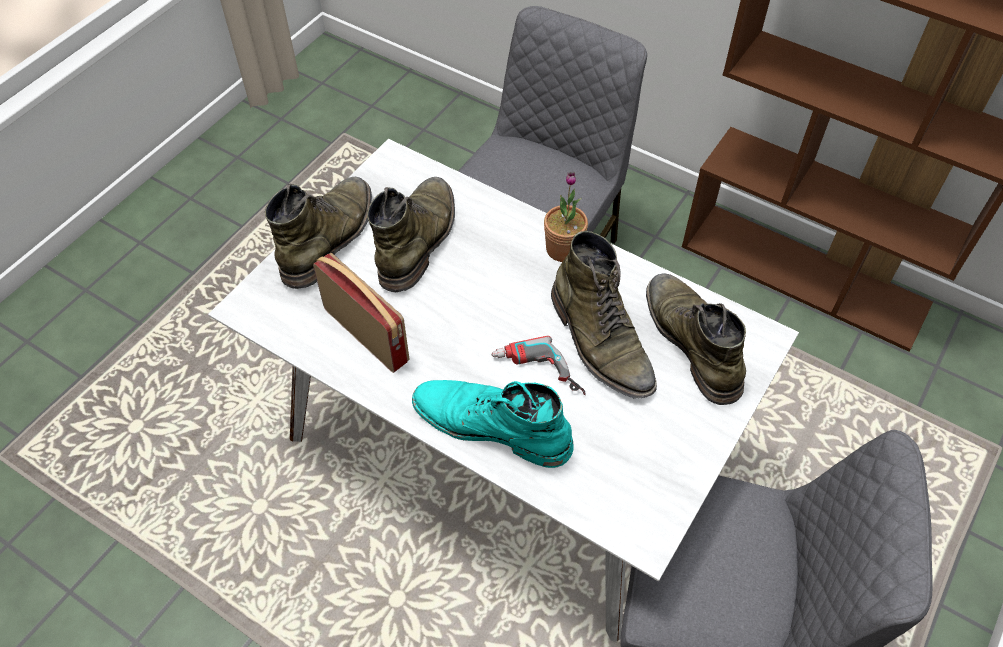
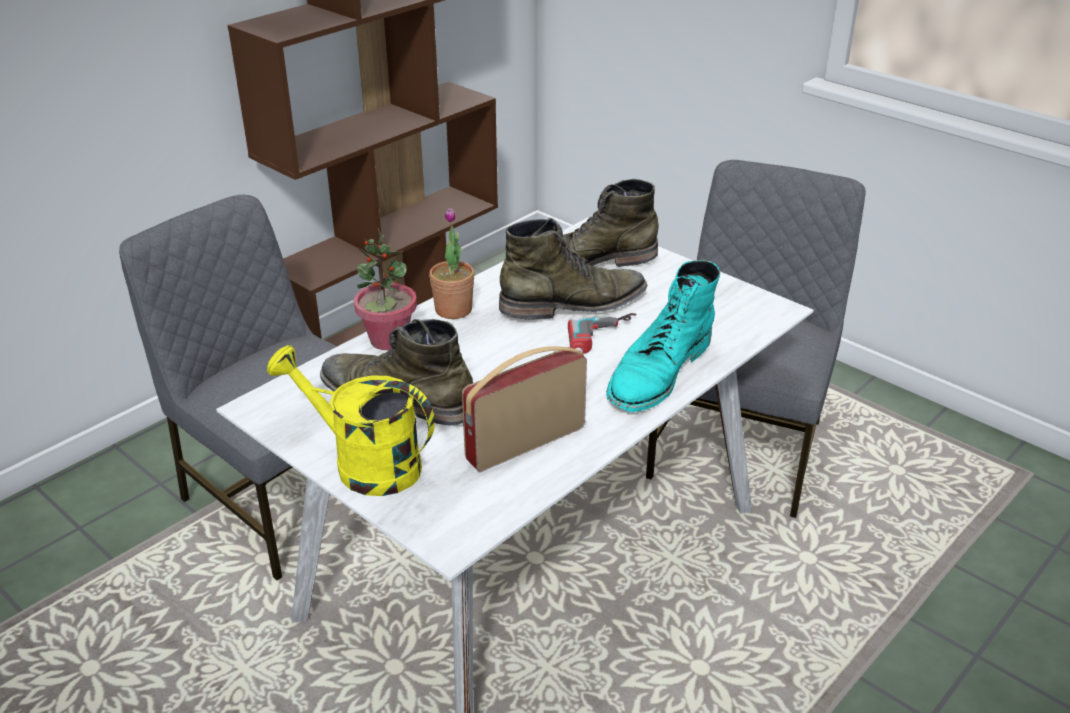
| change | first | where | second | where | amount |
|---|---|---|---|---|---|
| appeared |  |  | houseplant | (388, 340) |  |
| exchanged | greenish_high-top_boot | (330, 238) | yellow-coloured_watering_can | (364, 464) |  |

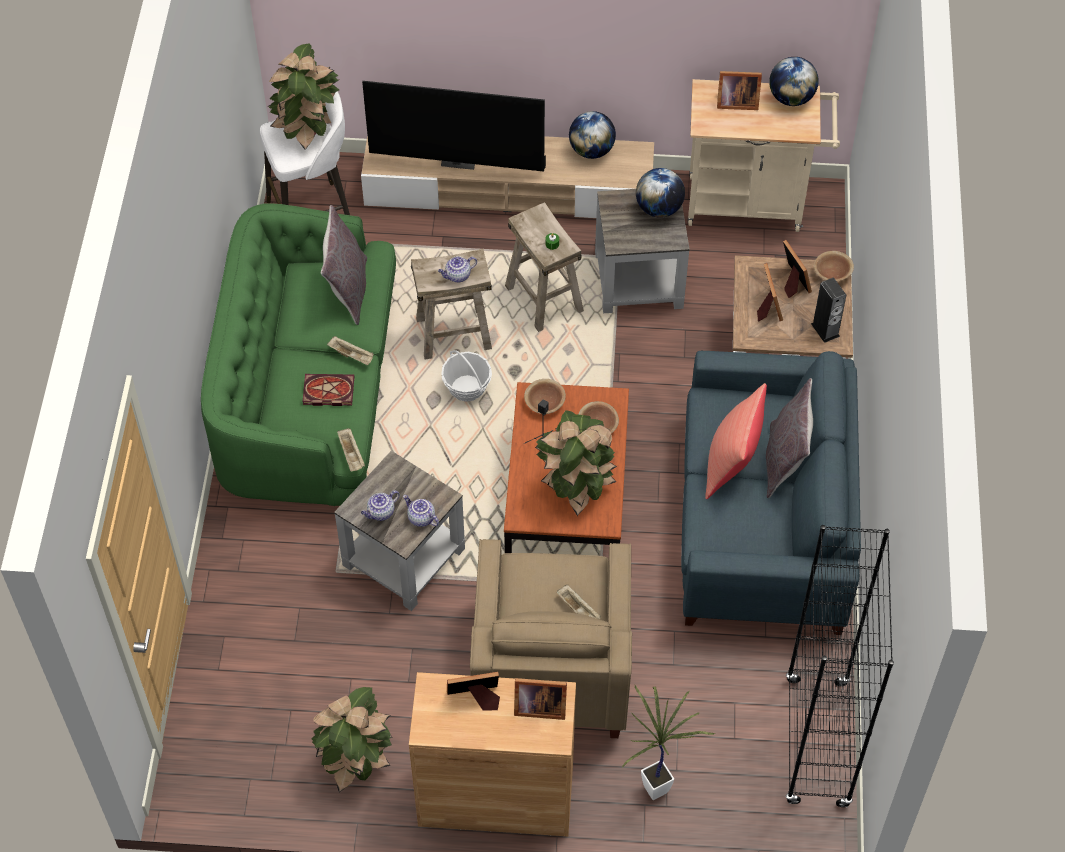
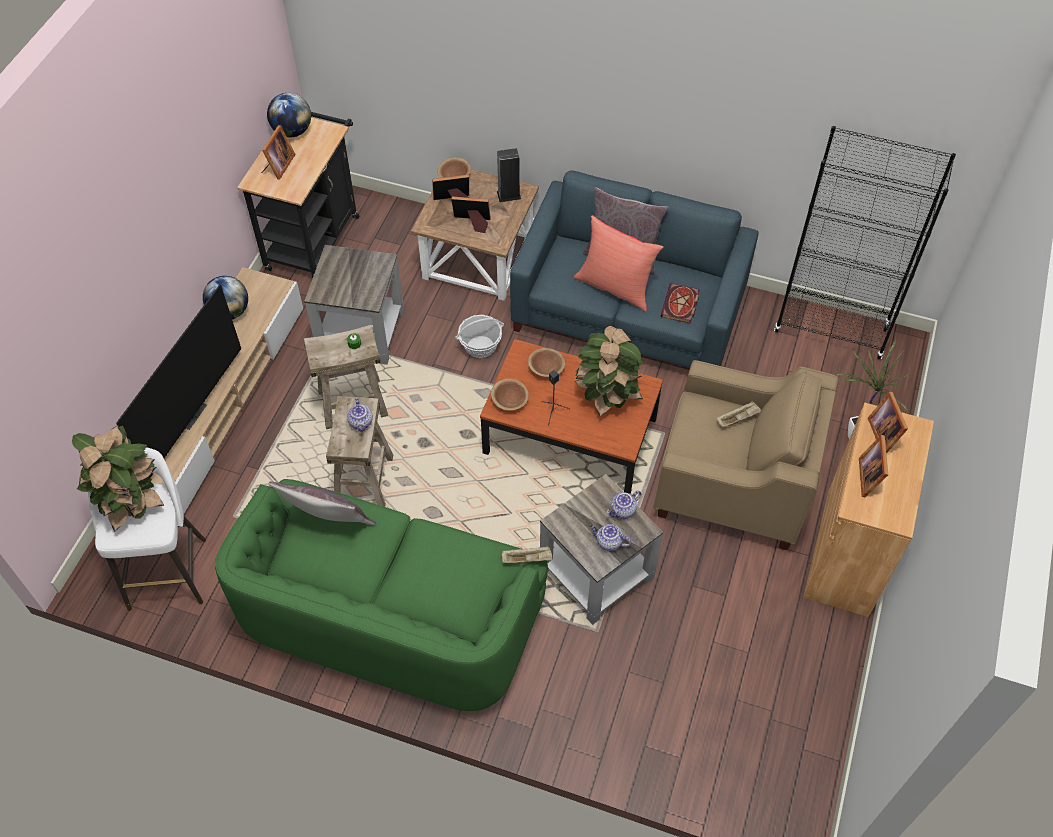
| change | first | where | second | where | amount |
|---|---|---|---|---|---|
| missing | houseplant | (356, 763) |  |  |  |
| missing | beige_serving_tray | (352, 355) |  |  |  |
| missing | desk_globe | (659, 208) |  |  |  |
| relocated | book | (327, 392) |  | (680, 306) |  |
| relocated | household_basket | (467, 388) |  | (480, 347) |  |
| colour | beige_wheeled_cart | (752, 203) | black_wheeled_cart | (315, 238) |  |
| spun | teapot | (380, 513) |  | (608, 542) | 135 degrees clockwise |
| spun | standing_frame | (538, 706) |  | (884, 433) | 150 degrees clockwise |

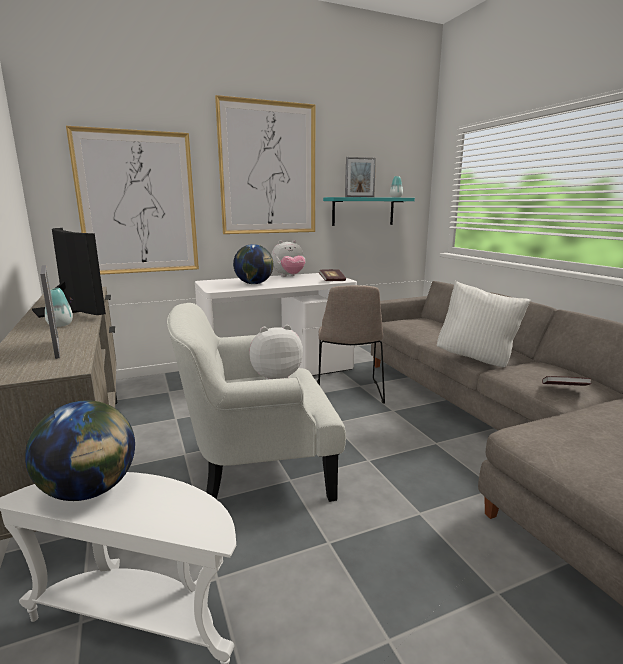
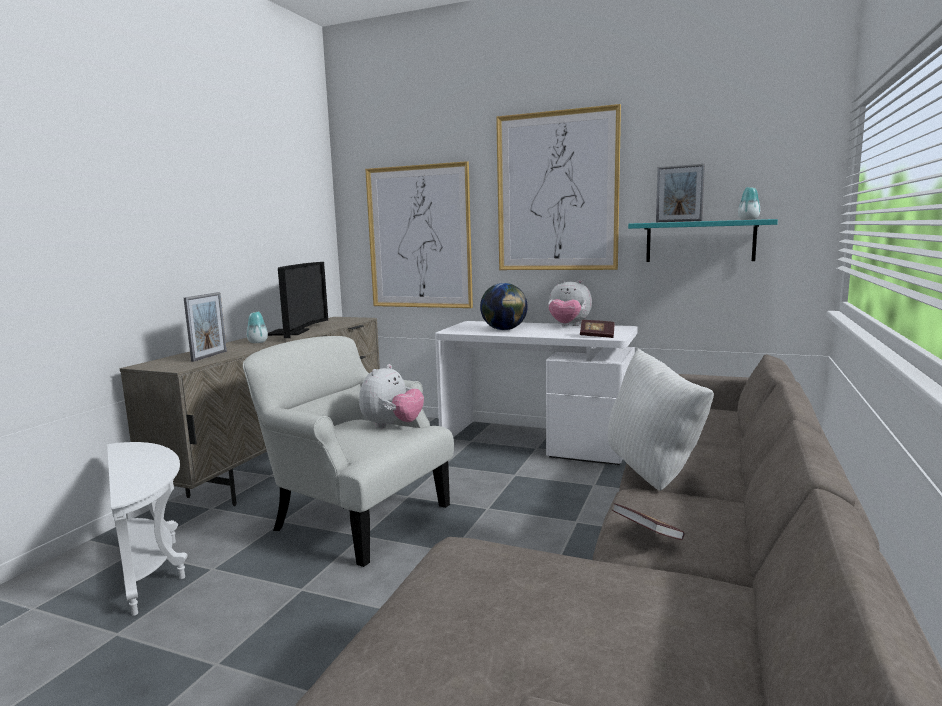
| change | first | where | second | where | amount |
|---|---|---|---|---|---|
| missing | desk_globe | (90, 490) |  |  |  |
| missing | beige_upright_chair | (348, 393) |  |  |  |
| spun | cuddly_toy | (275, 377) |  | (392, 426) | 90 degrees clockwise |

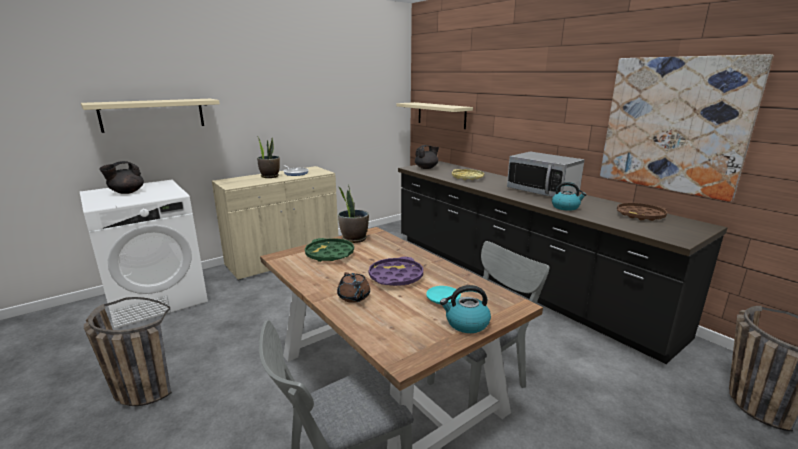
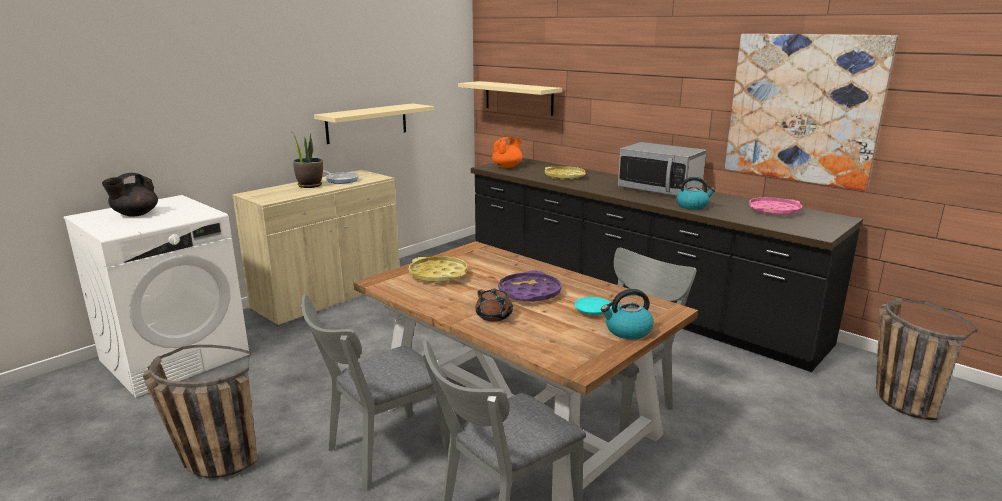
| change | first | where | second | where | amount |
|---|---|---|---|---|---|
| missing | houseplant | (354, 239) |  |  |  |
| appeared |  |  | greyish_upright_chair | (380, 452) |  |
| relocated | beige_wall_shelf | (153, 114) |  | (367, 123) |  |
| colour | greenish_serving_tray | (329, 254) | yellow-coloured_serving_tray | (438, 275) |  |
| colour | black_teapot | (426, 168) | orange-coloured_teapot | (507, 167) |  |
| colour | brownish_serving_tray | (640, 215) | pink-coloured_serving_tray | (774, 211) |  |

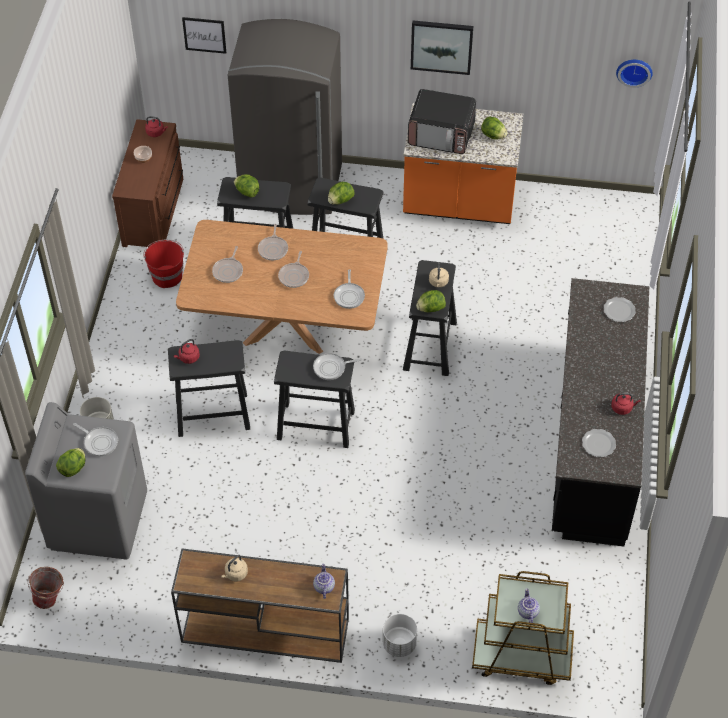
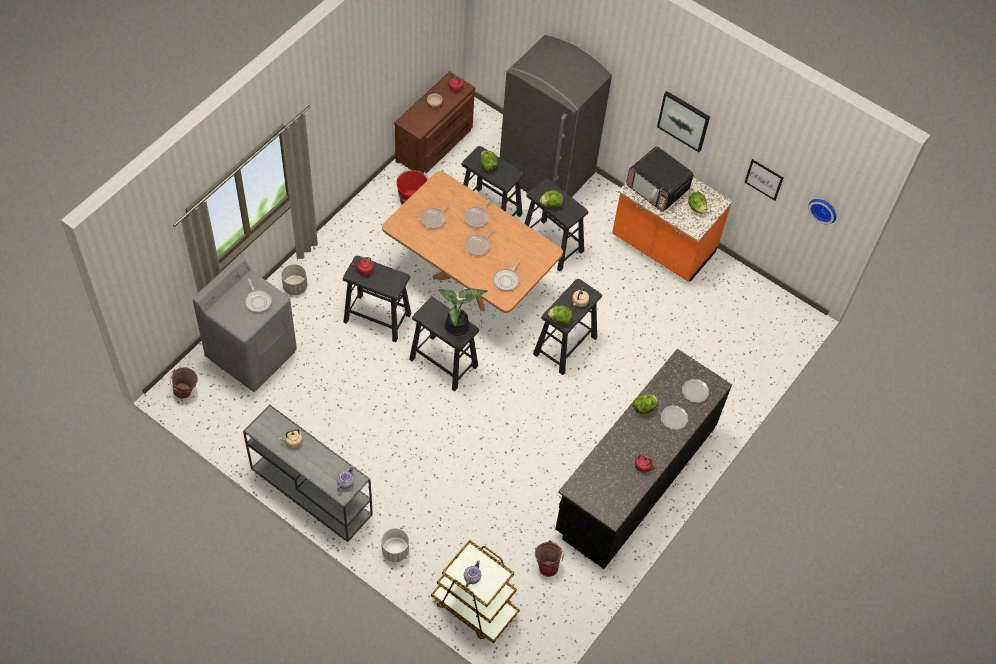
| change | first | where | second | where | amount |
|---|---|---|---|---|---|
| appeared |  |  | bucket | (547, 564) |  |
| relocated | lettuce | (73, 468) |  | (644, 408) |  |
| relocated | wall_picture | (204, 35) |  | (764, 179) |  |
| relocated | dinner_plate | (599, 444) |  | (674, 418) |  |
| exchanged | frying_pan | (331, 368) | houseplant | (458, 328) |  |
| colour | brownish_narrow_table | (263, 631) | greyish_narrow_table | (310, 491) |  |

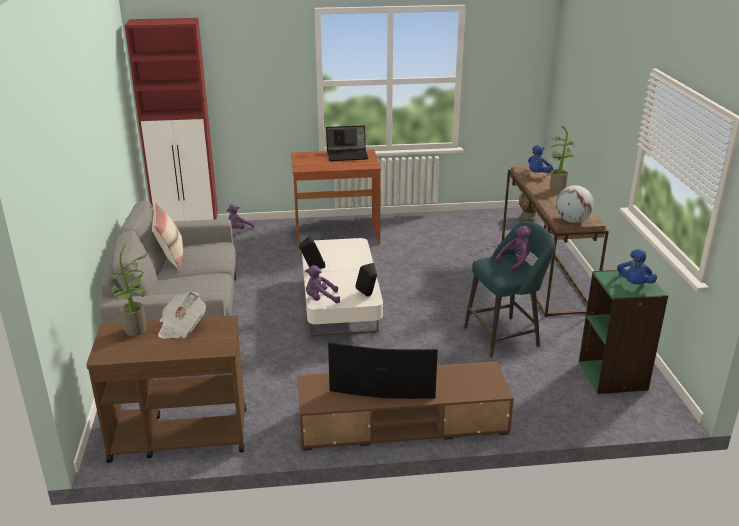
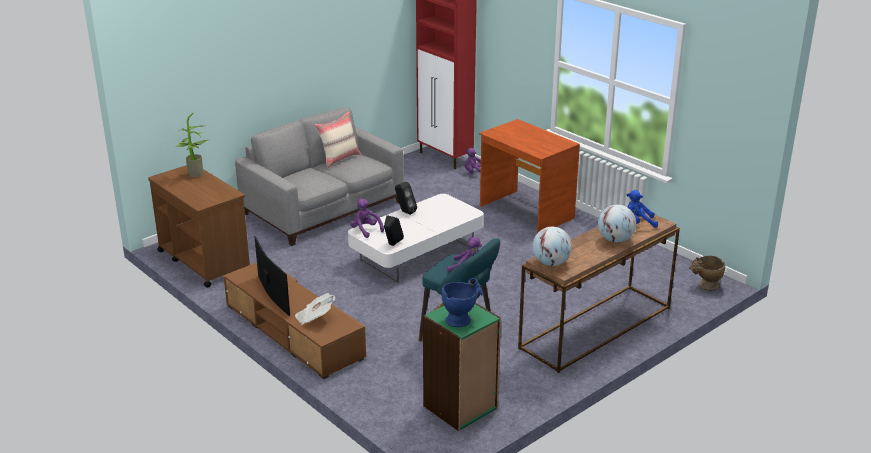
| change | first | where | second | where | amount |
|---|---|---|---|---|---|
| missing | portable_computer | (348, 155) |  |  |  |
| relocated | daily_paper | (181, 327) |  | (315, 318) |  |
| exchanged | houseplant | (556, 189) | desk_globe | (615, 240) |  |
| exchanged | bluish_cuddly_toy | (634, 284) | bluish_flower_vase | (461, 319) |  |

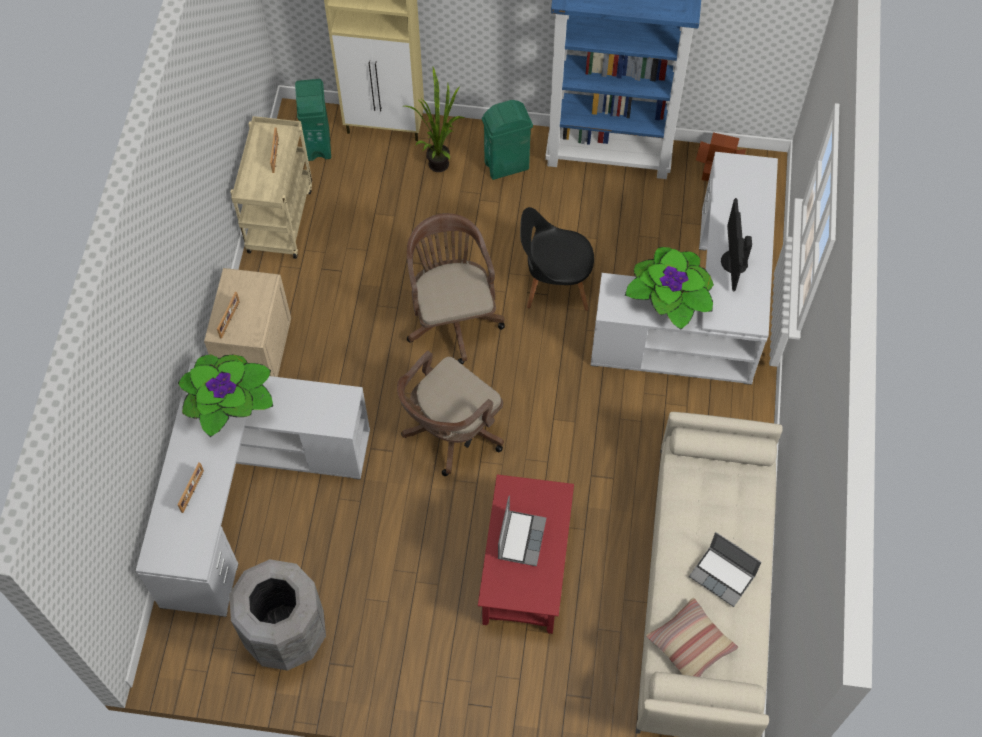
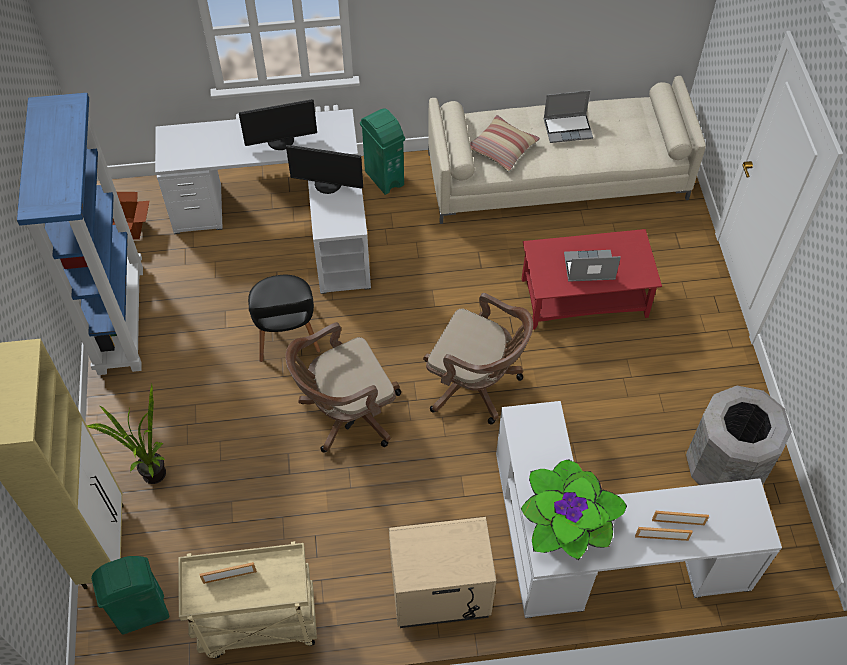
| change | first | where | second | where | amount |
|---|---|---|---|---|---|
| relocated | standing_frame | (230, 319) |  | (661, 537) |  |
| relocated | greenish_waste_bin | (507, 166) |  | (384, 178) |  |
| relocated | cushion | (690, 645) |  | (502, 148) |  |
| exchanged | houseplant | (669, 297) | monitor | (327, 184) |  |
| spun | portable_computer | (723, 576) |  | (568, 128) | 60 degrees clockwise |

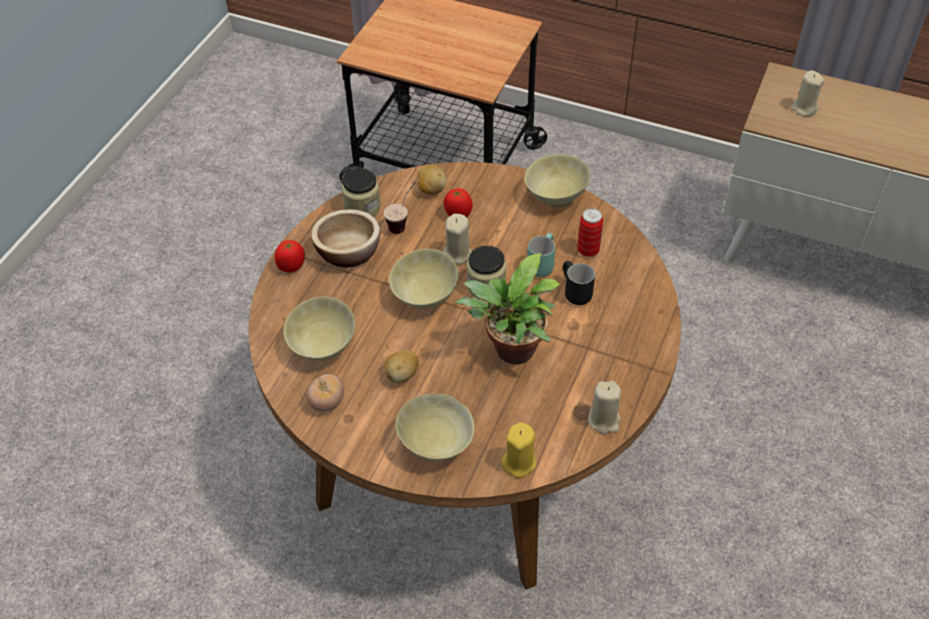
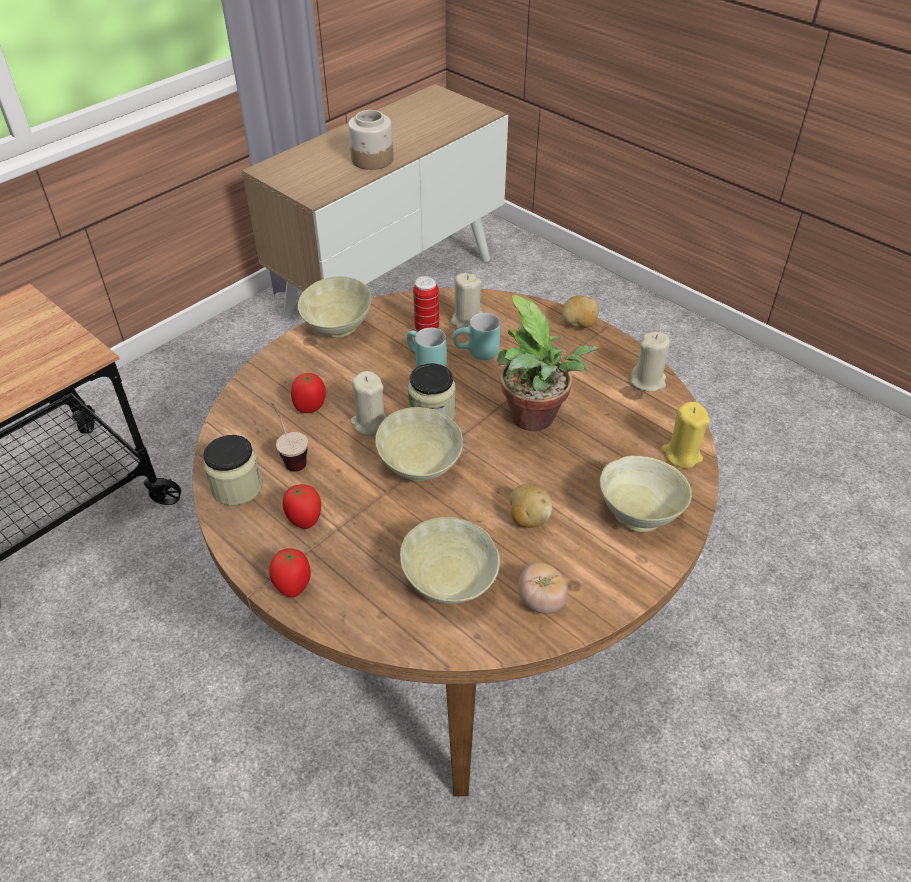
| change | first | where | second | where | amount |
|---|---|---|---|---|---|
| appeared |  |  | storage_jar | (372, 160) |  |
| relocated | whole_potato | (431, 189) |  | (579, 324) |  |
| relocated | beige_wax_light | (804, 108) |  | (467, 321) |  |
| exchanged | serving_bowl | (348, 252) | tomato | (305, 520) |  |
| colour | black_tea_mug | (573, 292) | turquoise-coloured_tea_mug | (477, 354) |  |

